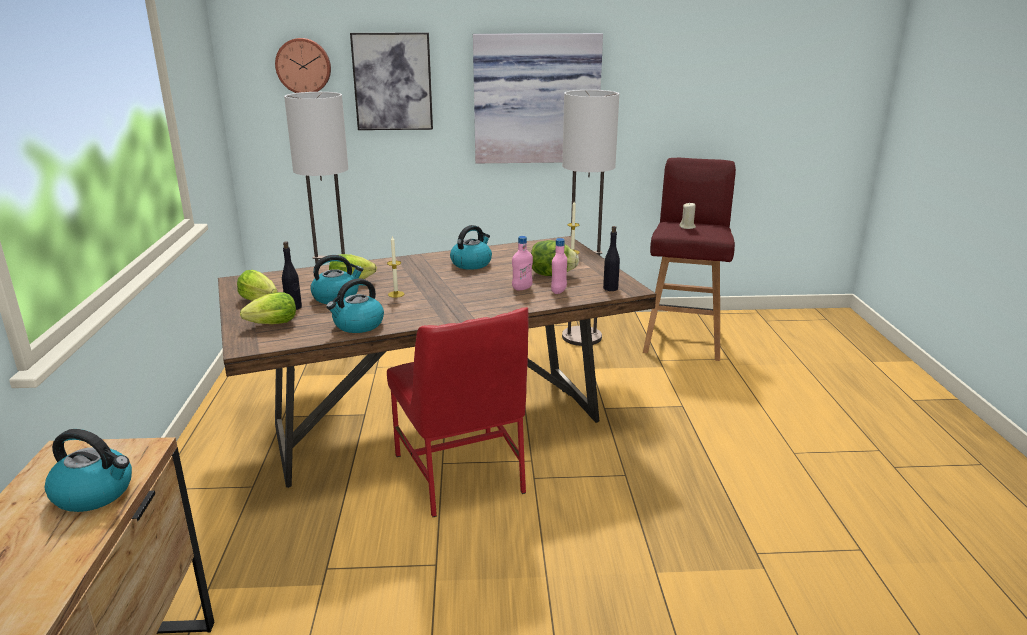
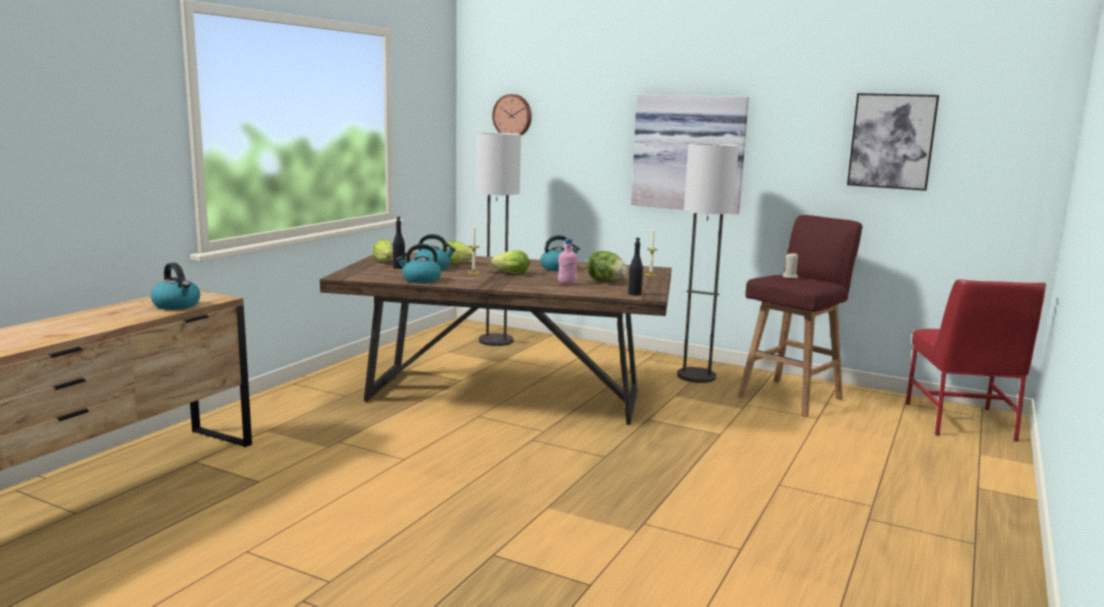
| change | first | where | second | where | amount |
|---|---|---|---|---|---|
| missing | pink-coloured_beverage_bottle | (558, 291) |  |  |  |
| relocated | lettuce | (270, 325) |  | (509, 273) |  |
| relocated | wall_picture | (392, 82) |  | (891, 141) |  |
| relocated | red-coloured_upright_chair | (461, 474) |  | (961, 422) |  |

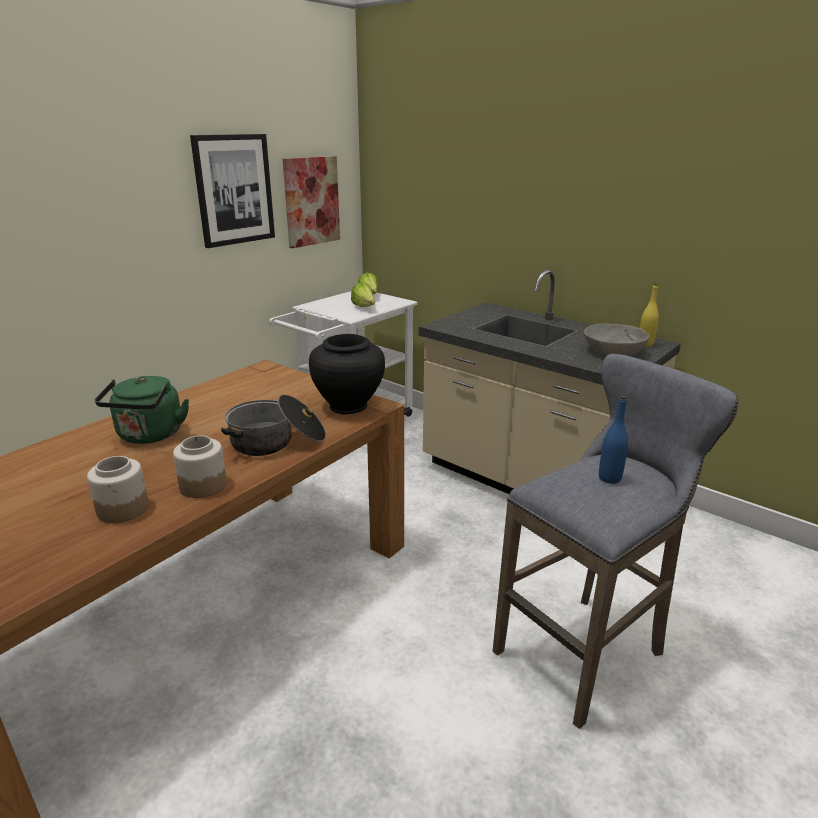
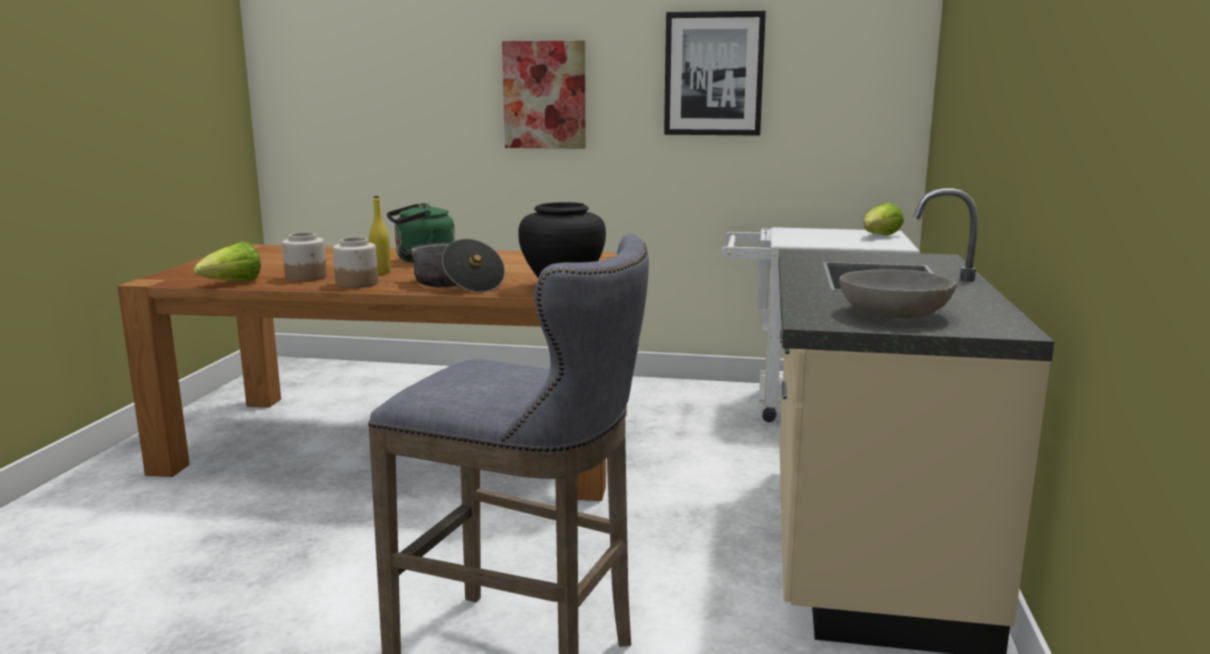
| change | first | where | second | where | amount |
|---|---|---|---|---|---|
| missing | bluish_beverage_bottle | (609, 478) |  |  |  |
| relocated | wall_picture | (311, 201) |  | (544, 95) |  |
| relocated | lettuce | (364, 308) |  | (233, 283) |  |
| relocated | yellow-coloured_beverage_bottle | (645, 344) |  | (381, 272) |  |

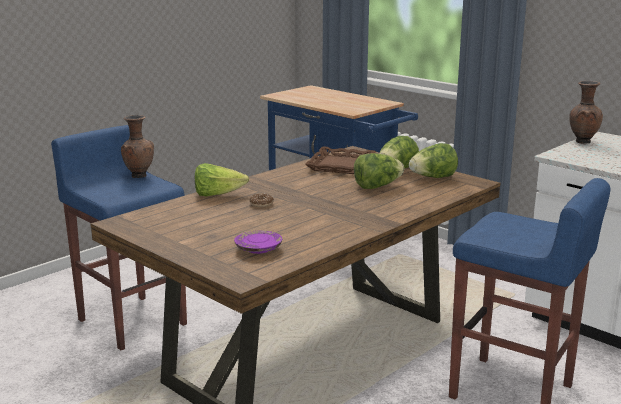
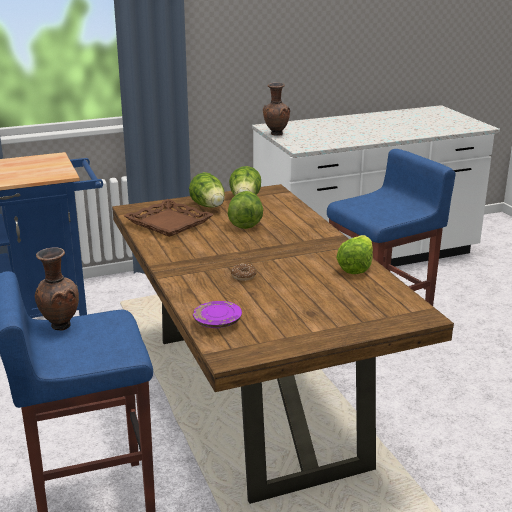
| change | first | where | second | where | amount |
|---|---|---|---|---|---|
| relocated | lettuce | (217, 195) |  | (356, 267) |  |
| relocated | purple-coloured_dinner_plate | (258, 249) |  | (217, 322) |  |

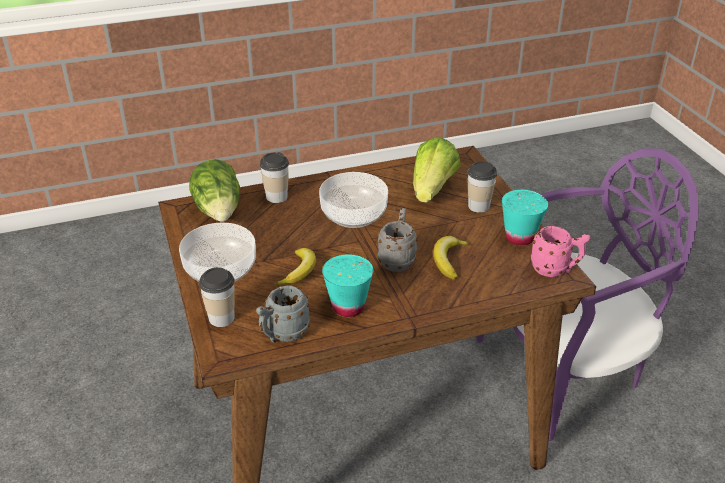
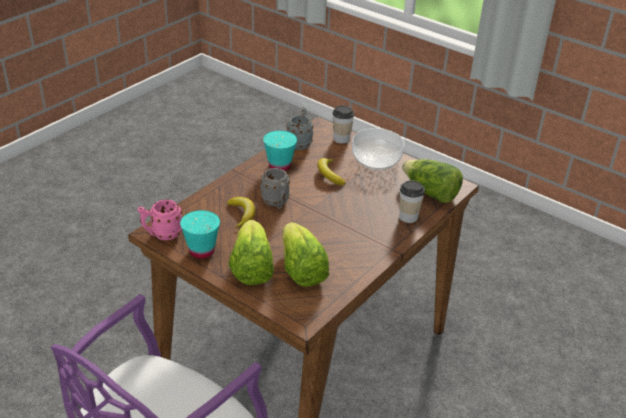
| change | first | where | second | where | amount |
|---|---|---|---|---|---|
| missing | serving_bowl | (354, 214) |  |  |  |
| exchanged | small_cup | (478, 206) | lettuce | (251, 268) |  |

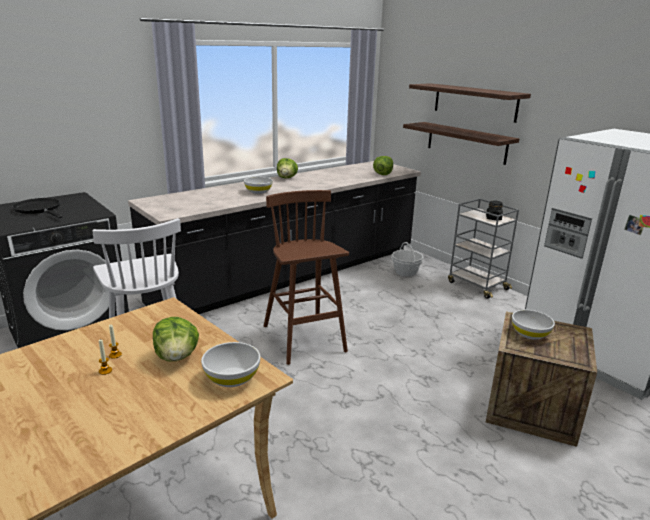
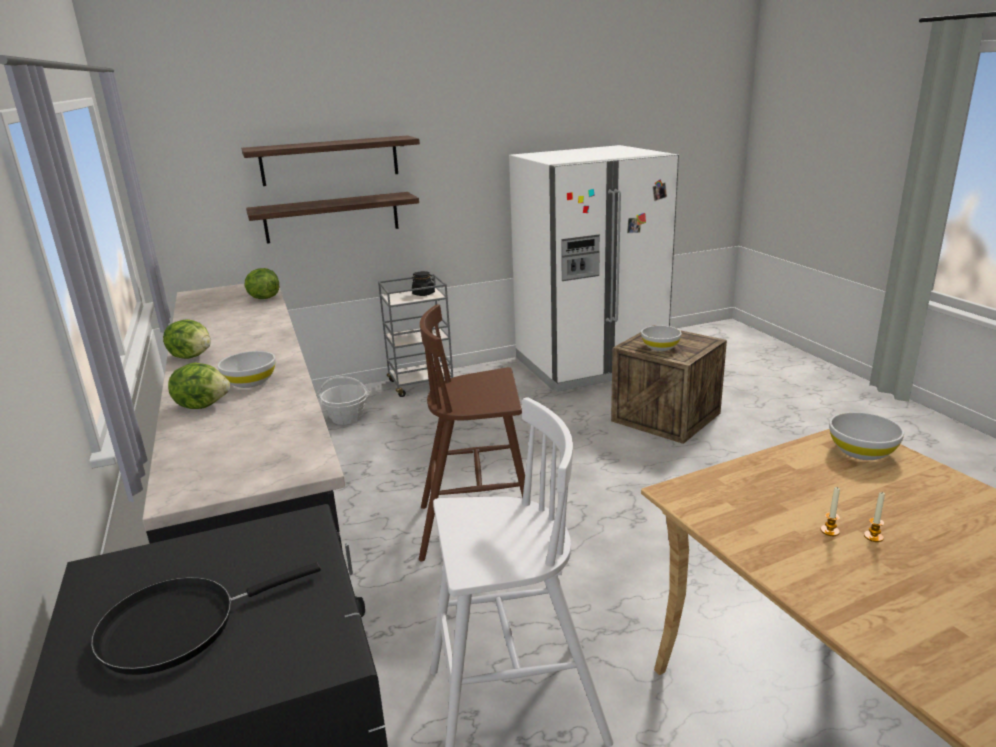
| change | first | where | second | where | amount |
|---|---|---|---|---|---|
| relocated | lettuce | (177, 357) |  | (203, 405) |  |

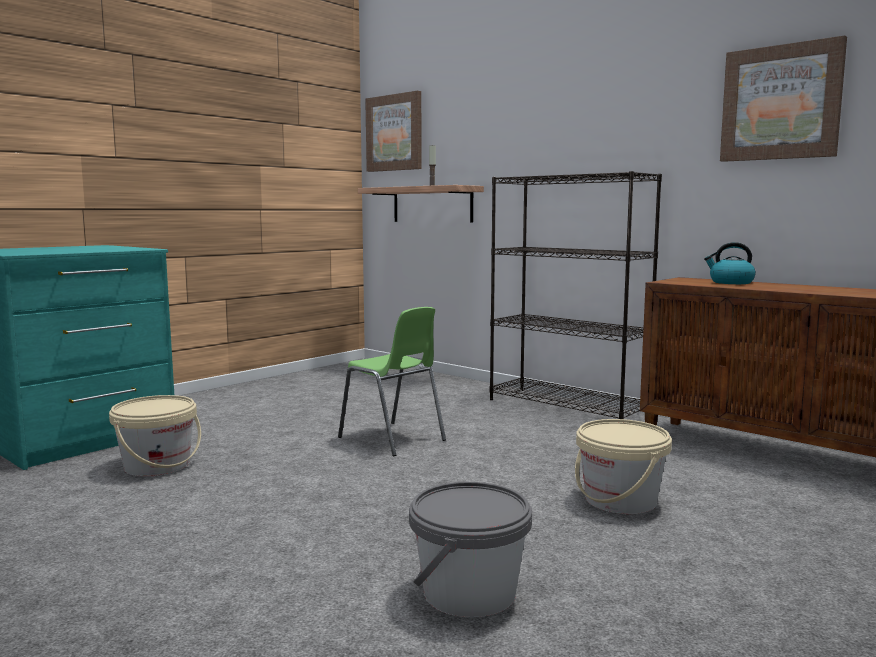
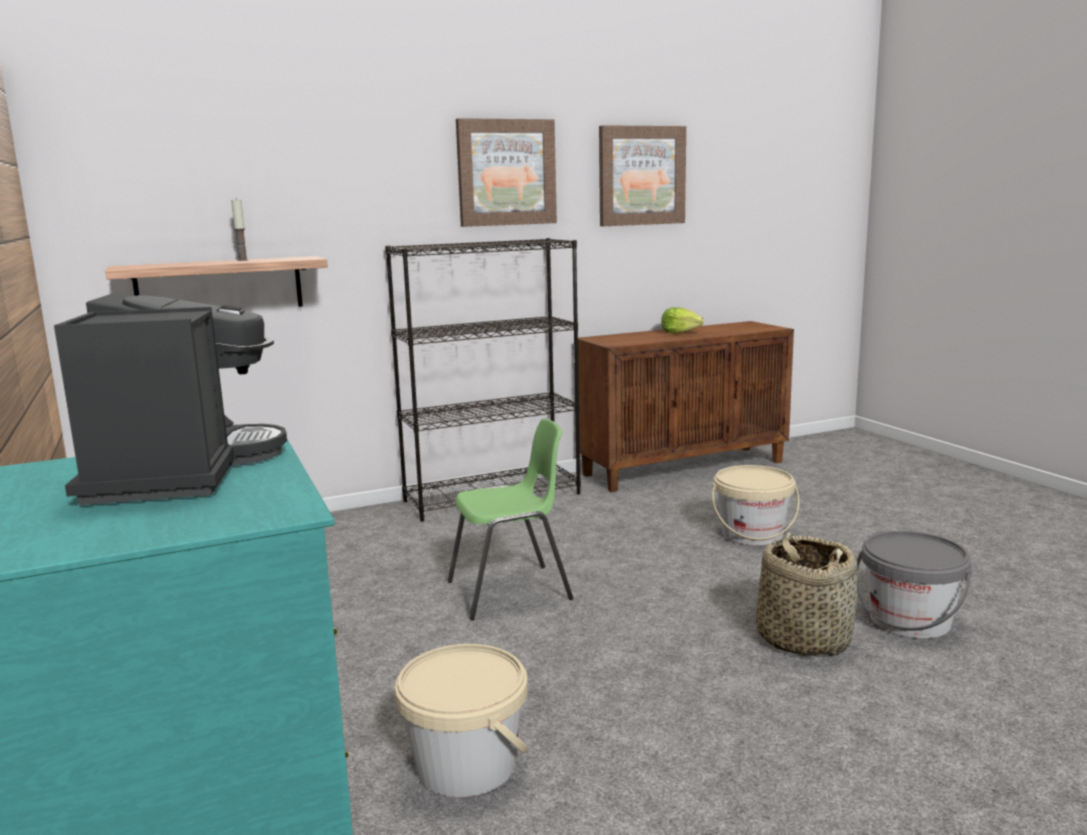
| change | first | where | second | where | amount |
|---|---|---|---|---|---|
| missing | tea_kettle | (730, 282) |  |  |  |
| appeared |  |  | coffee_machine | (180, 470) |  |
| appeared |  |  | lettuce | (680, 332) |  |
| appeared |  |  | household_basket | (802, 638) |  |
| relocated | wall_picture | (394, 133) |  | (506, 172) |  |

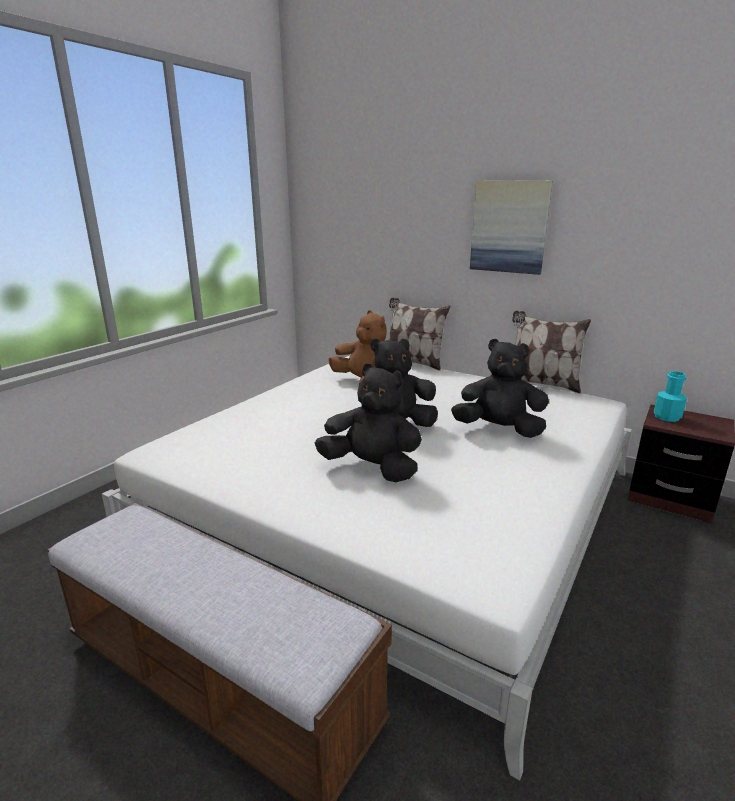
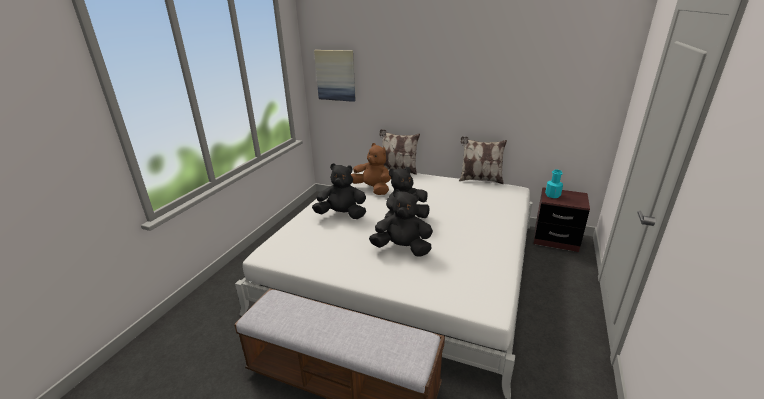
| change | first | where | second | where | amount |
|---|---|---|---|---|---|
| relocated | black_cuddly_toy | (499, 429) |  | (342, 215) |  |
| relocated | wall_picture | (509, 227) |  | (335, 75) |  |

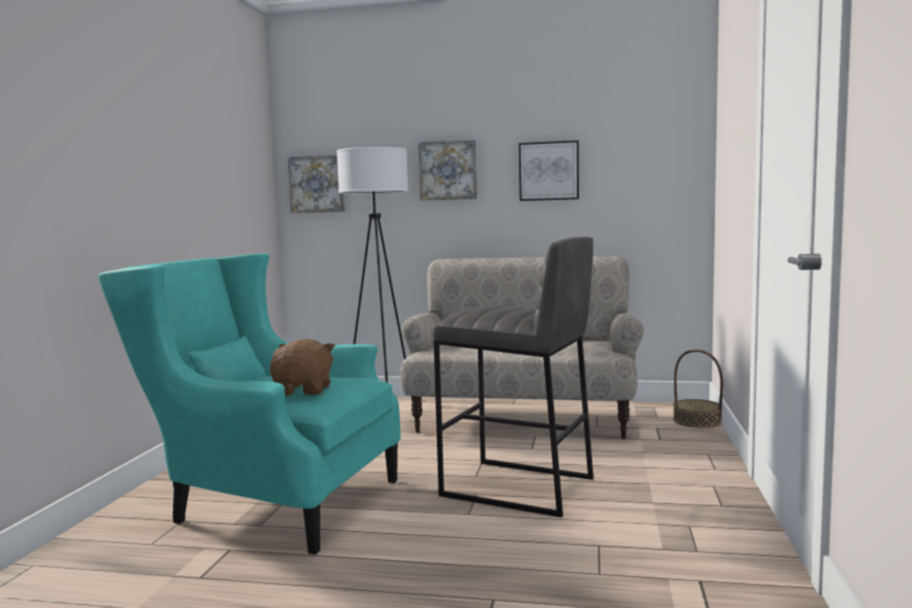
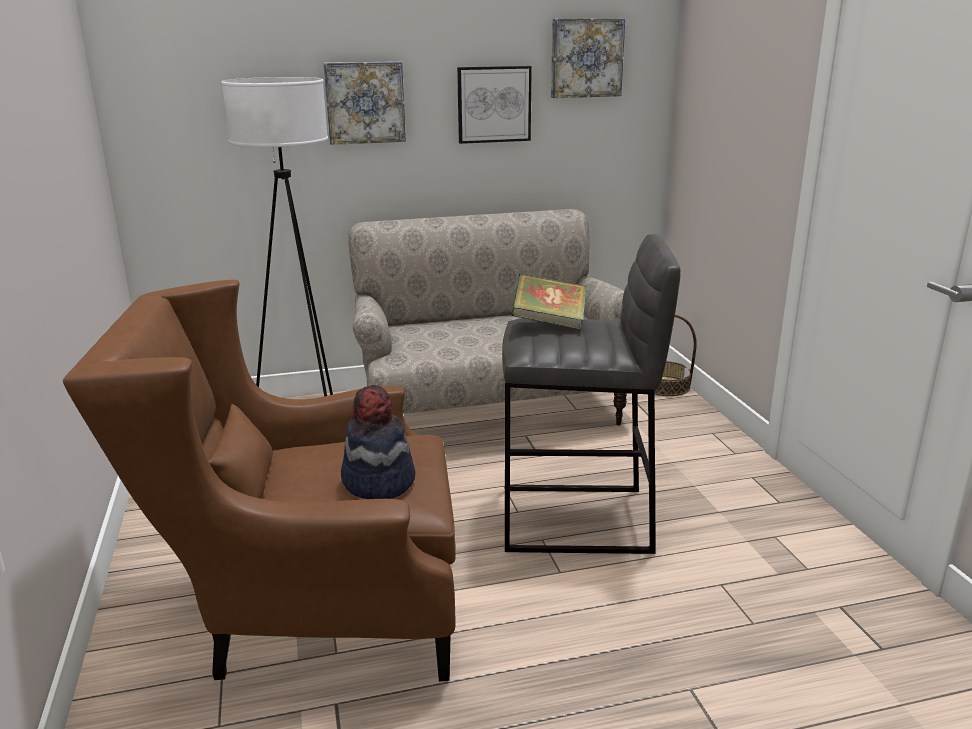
| change | first | where | second | where | amount |
|---|---|---|---|---|---|
| appeared |  |  | book | (549, 323) |  |
| relocated | wall_picture | (317, 184) |  | (586, 58) |  |
| exchanged | brownish_cuddly_toy | (304, 390) | wearable_hat | (378, 481) |  |
| colour | turquoise-coloured_lounge_chair | (269, 502) | brownish_lounge_chair | (311, 610) |  |

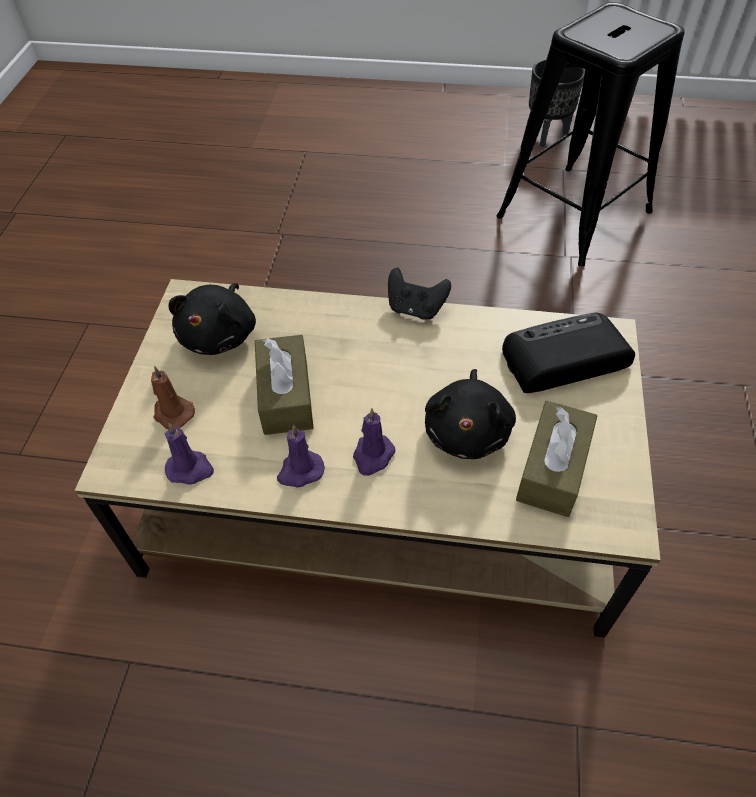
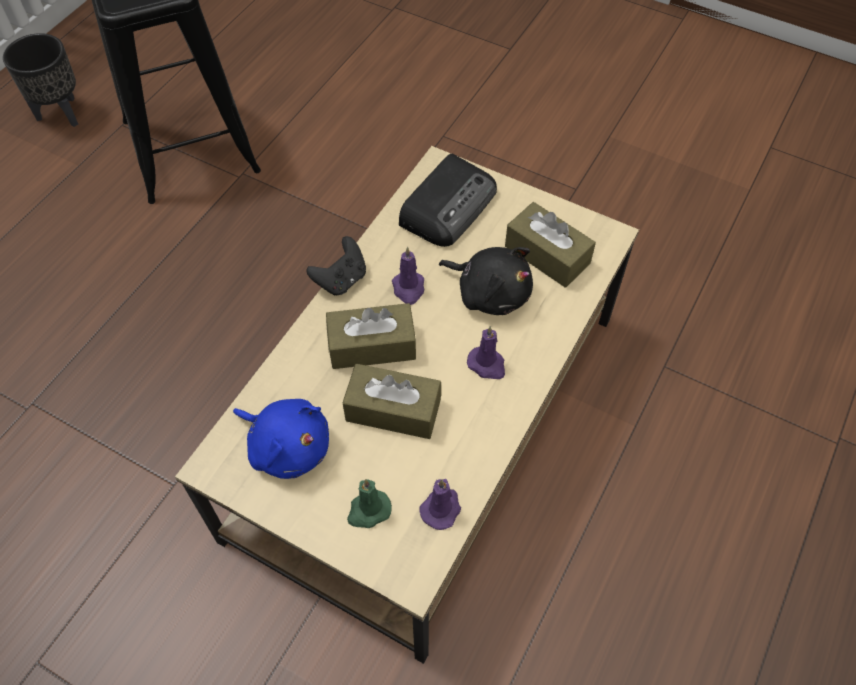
| change | first | where | second | where | amount |
|---|---|---|---|---|---|
| appeared |  |  | brownish_tissue_box | (372, 346) |  |
| relocated | purple-coloured_wax_light | (300, 471) |  | (408, 289) |  |
| colour | brownish_wax_light | (172, 413) | greenish_wax_light | (368, 511) |  |
| colour | black_cuddly_toy | (220, 335) | bluish_cuddly_toy | (287, 446) |  |
| spun | radio_set | (562, 359) |  | (449, 205) | 150 degrees counterclockwise |

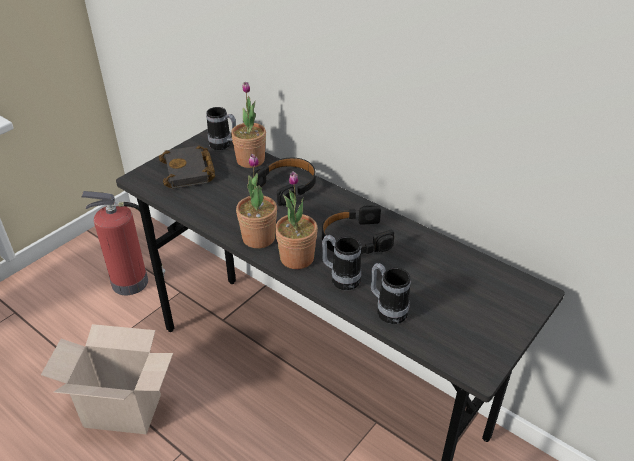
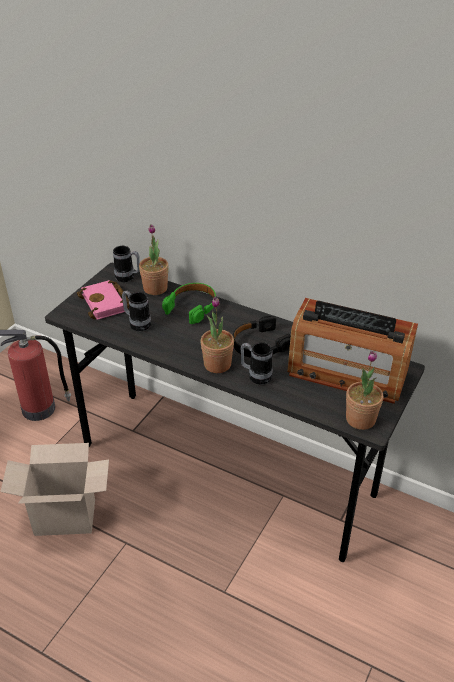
| change | first | where | second | where | amount |
|---|---|---|---|---|---|
| appeared |  |  | radio_set | (347, 372) |  |
| relocated | houseplant | (258, 238) |  | (360, 419) |  |
| relocated | tea_mug | (387, 310) |  | (137, 323) |  |
| colour | black_book | (190, 172) | pink-coloured_book | (106, 303) |  |
| colour | black_pair_of_headphones | (286, 186) | greenish_pair_of_headphones | (192, 307) |  |

